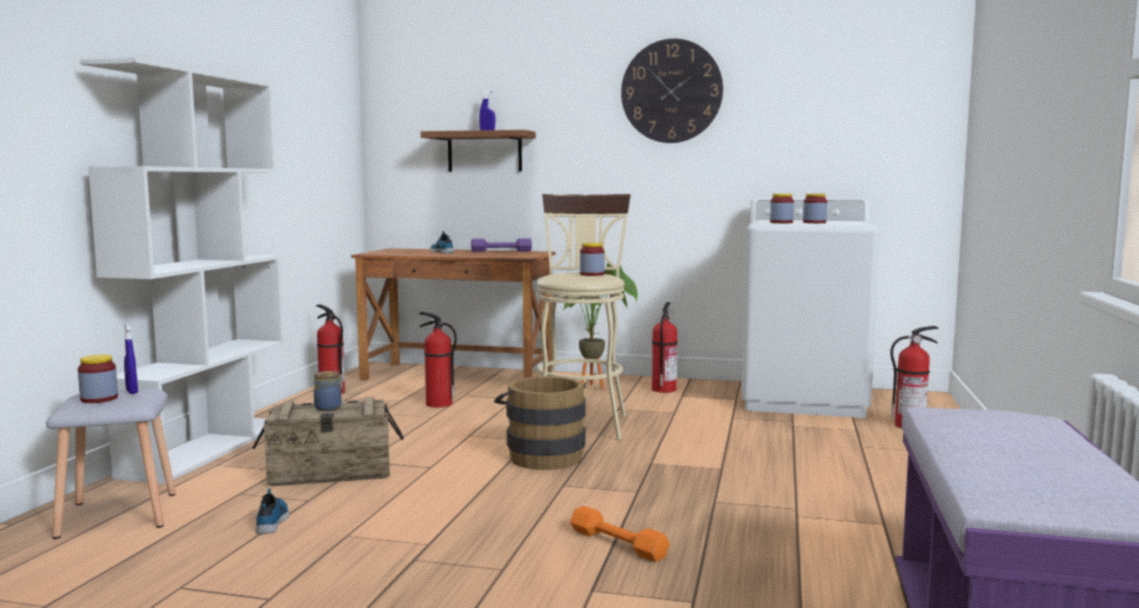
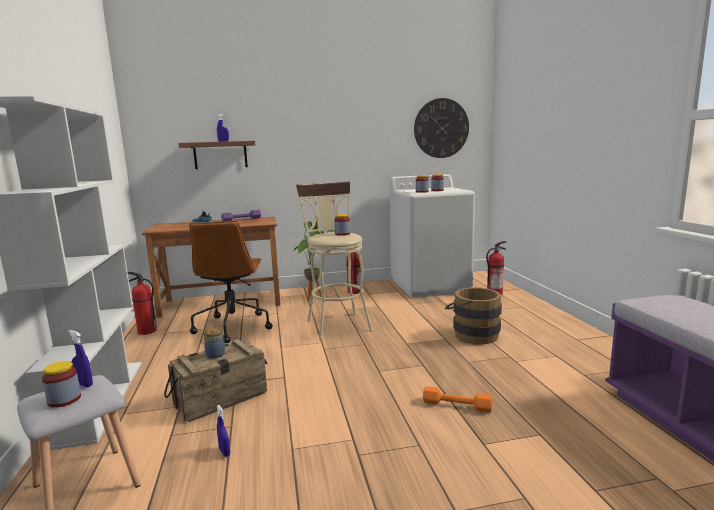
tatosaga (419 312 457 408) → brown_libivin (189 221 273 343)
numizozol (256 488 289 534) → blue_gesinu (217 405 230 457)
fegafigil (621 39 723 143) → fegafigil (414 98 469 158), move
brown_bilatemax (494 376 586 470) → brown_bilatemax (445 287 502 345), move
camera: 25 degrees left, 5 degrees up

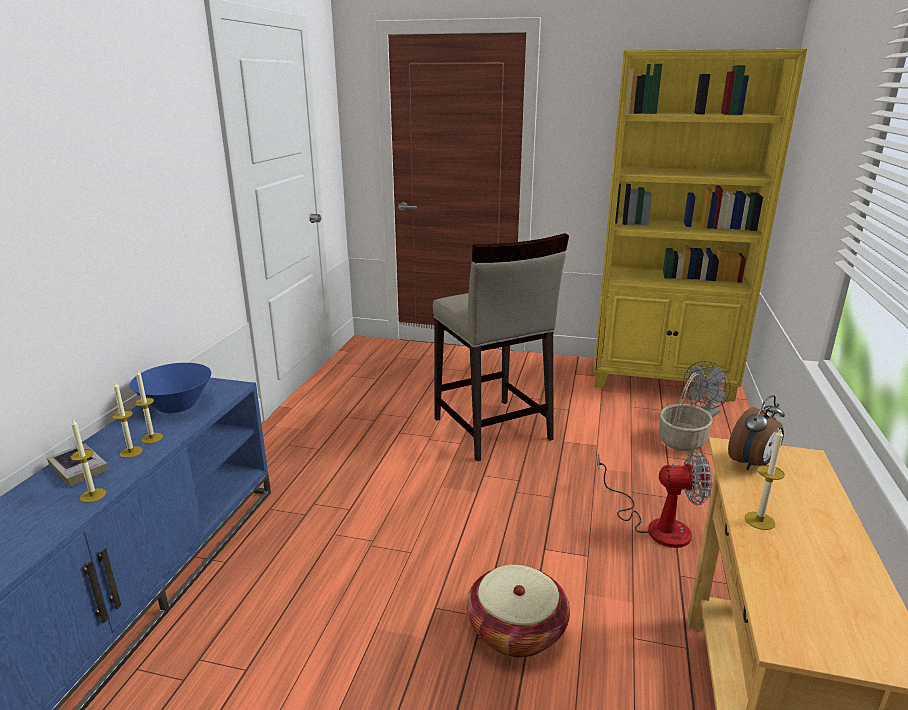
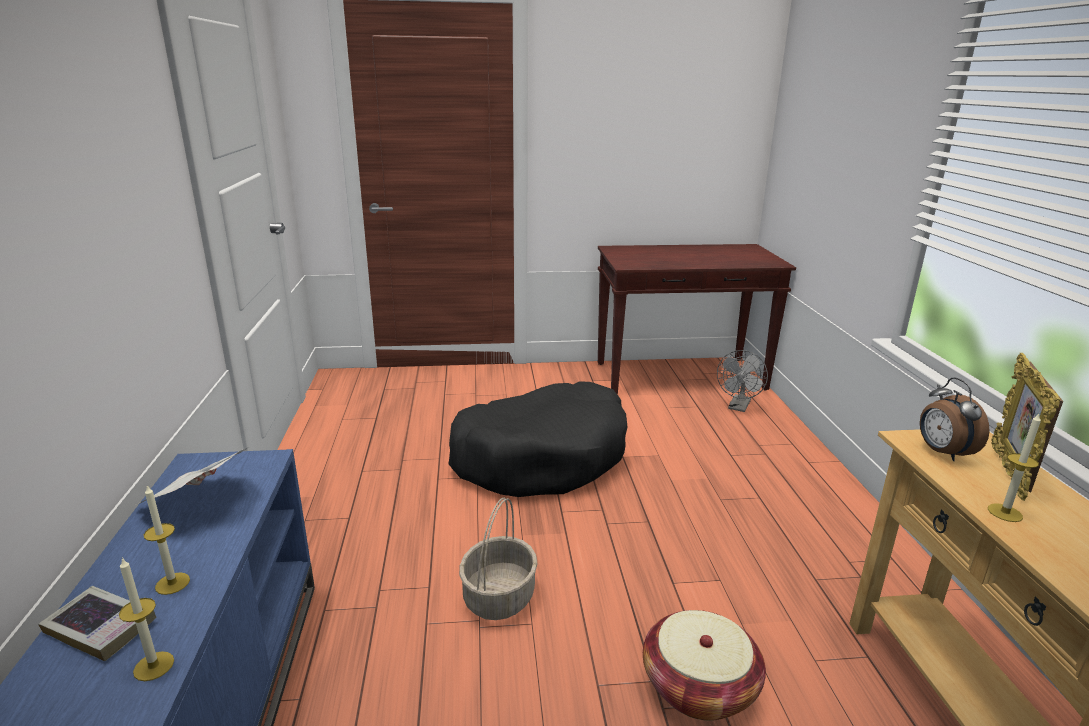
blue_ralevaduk (130 363 211 413) → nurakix (138 447 249 504)
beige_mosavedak (433 233 569 461) → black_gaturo (448 381 628 497)
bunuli (659 373 713 451) → bunuli (459 498 538 620), move
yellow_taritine (594 49 807 401) → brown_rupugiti (598 244 796 395)
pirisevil (728 395 785 470) → pirisevil (920 377 990 461), 135 degrees clockwise
- → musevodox (991 353 1063 501)
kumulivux (135 369 163 444) → -
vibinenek (597 451 712 548) → -
camera: 20 degrees left, 0 degrees up

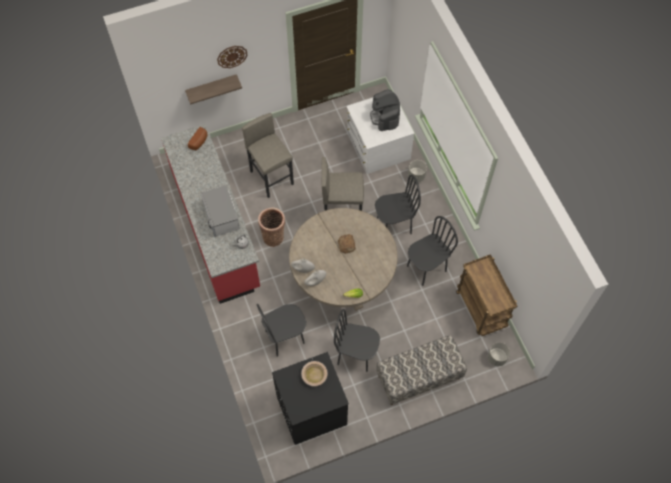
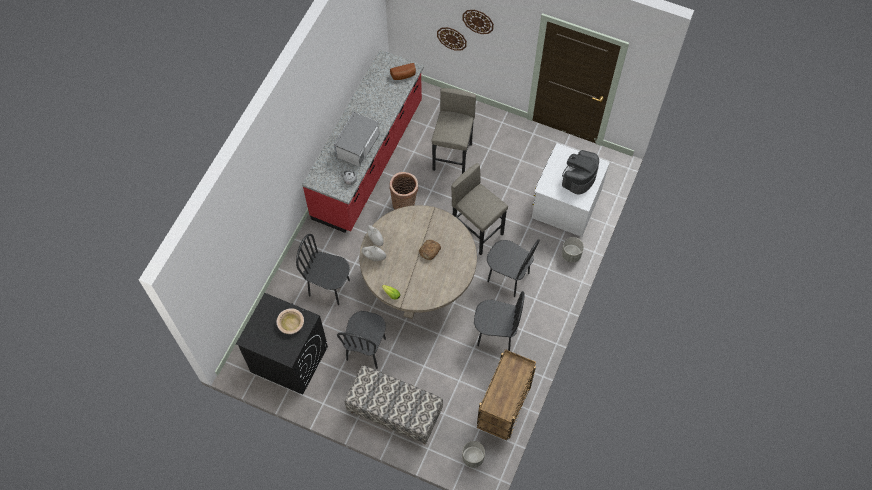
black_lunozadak (334 309 380 372) → black_lunozadak (337 311 386 369), 135 degrees counterclockwise
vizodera (185 74 242 105) → fegafigil (437 27 467 51)
camera: 45 degrees right, 0 degrees up

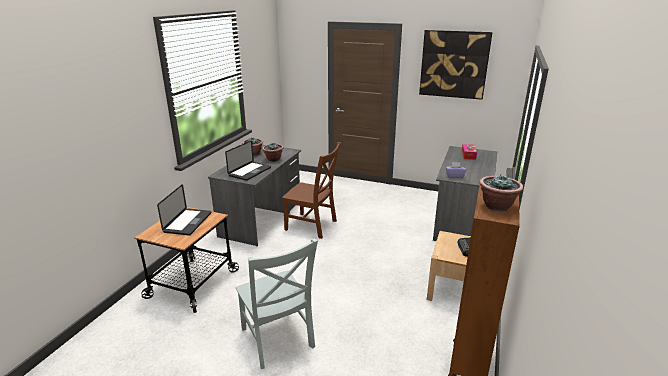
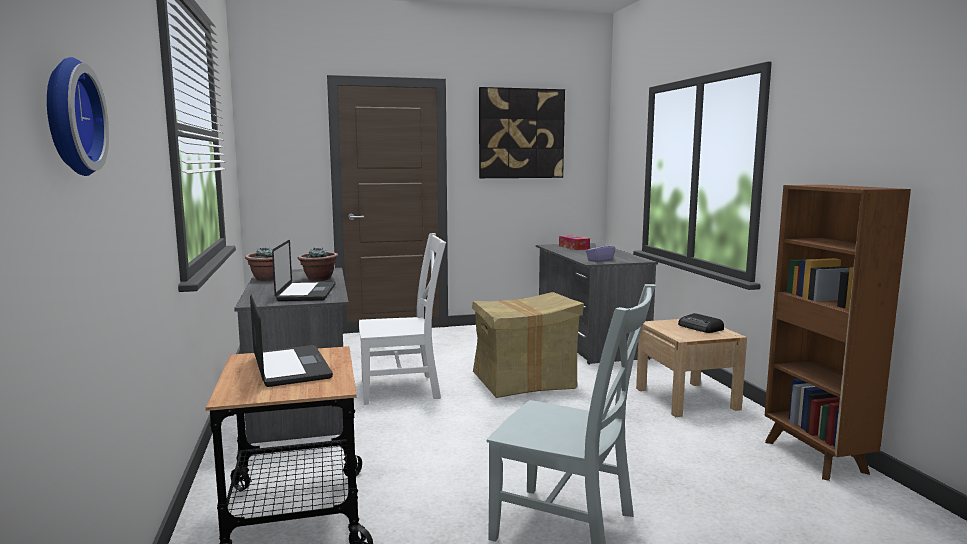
- → fegafigil (47 57 109 176)
brown_lunozadak (282 142 341 239) → white_lunozadak (359 233 446 405)
- → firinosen (472 292 584 398)
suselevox (479 175 524 211) → -
camera: 35 degrees left, 15 degrees down

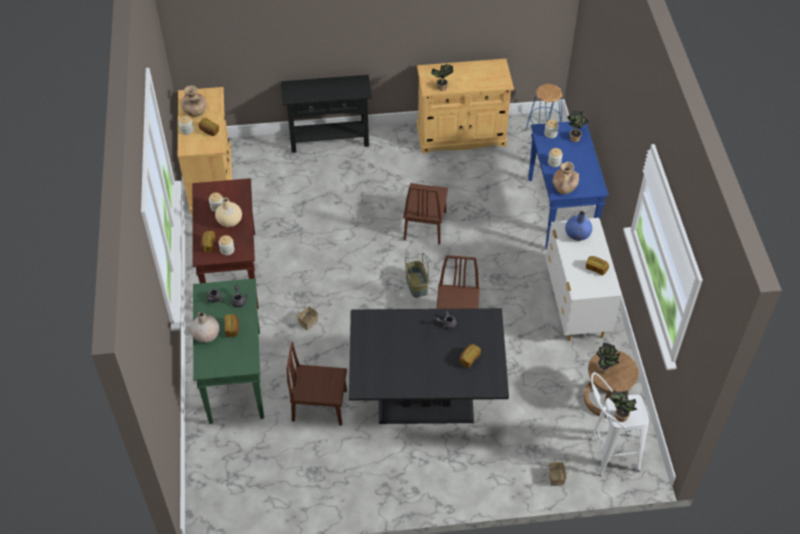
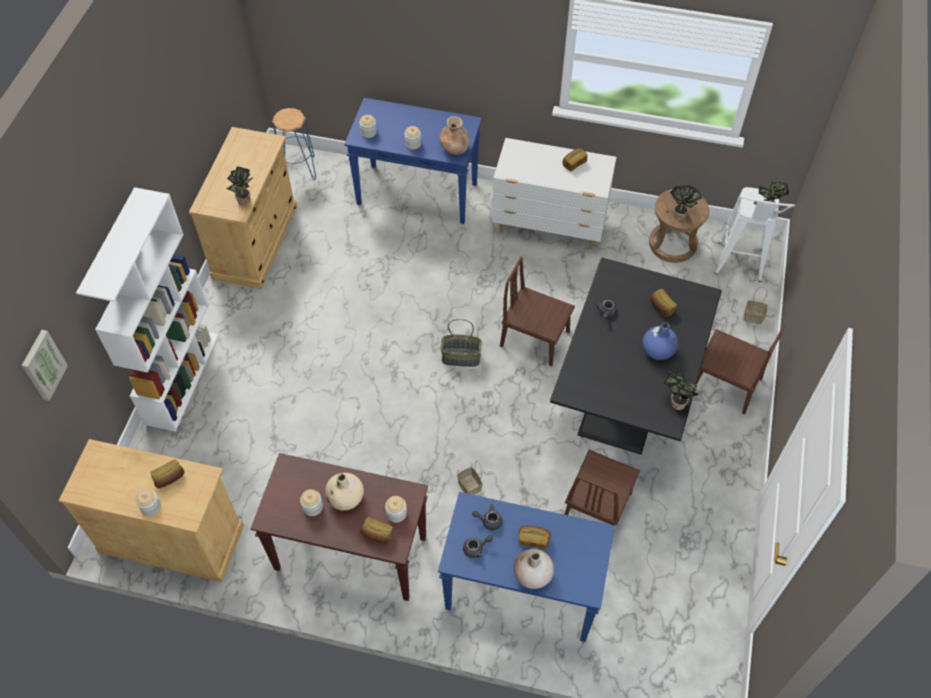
- → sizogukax (22 330 68 401)
black_rupugiti (281 75 372 153) → white_taritine (76 187 219 432)
green_rupugiti (193 278 264 424) → blue_rupugiti (438 492 615 642)
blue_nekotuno (565 211 592 241) → blue_nekotuno (642 322 678 360), move
suselevox (567 111 589 142) → suselevox (664 372 699 410), move
brown_lunozadak (403 183 448 245) → brown_lunozadak (696 325 785 415), move
brown_nekotuno (181 85 207 117) → -
camera: 70 degrees left, 5 degrees up

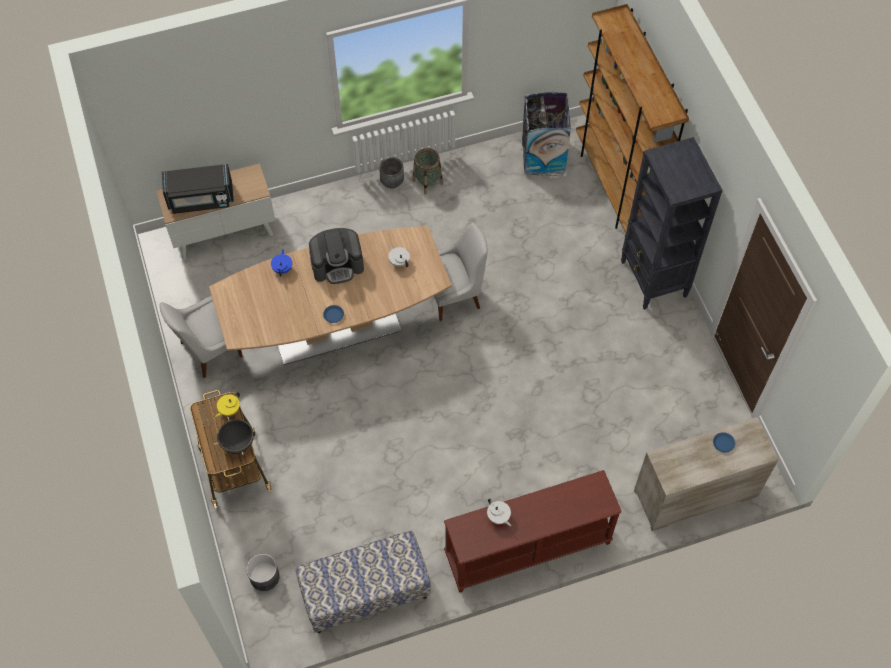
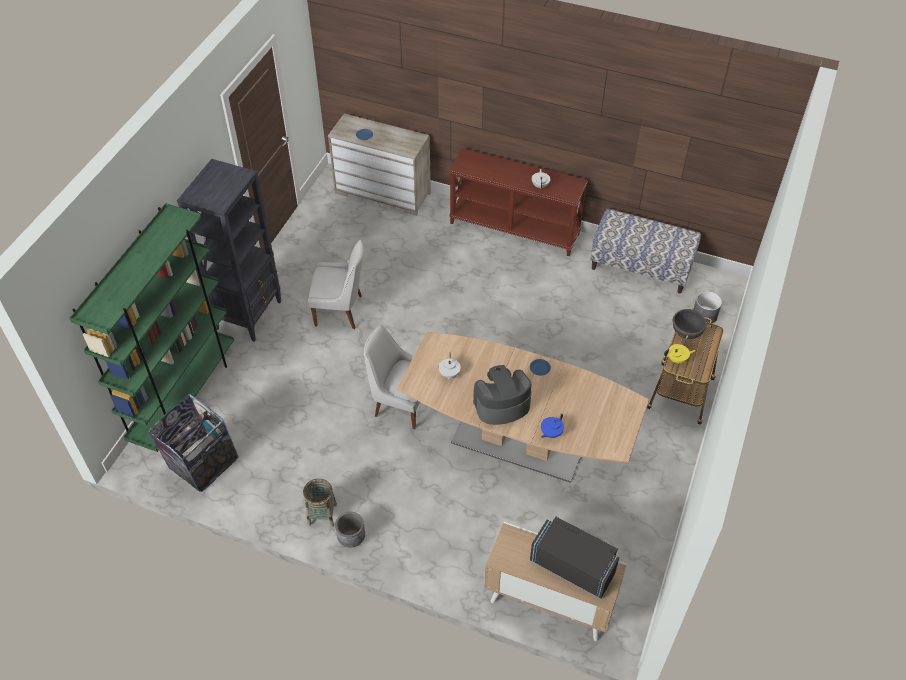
brown_taritine (576 4 689 233) → green_taritine (69 203 234 452)
white_lunozadak (159 296 243 378) → white_lunozadak (308 240 364 329), move
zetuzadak (309 228 364 284) → zetuzadak (473 365 532 425), 45 degrees counterclockwise
camera: 140 degrees left, 10 degrees down

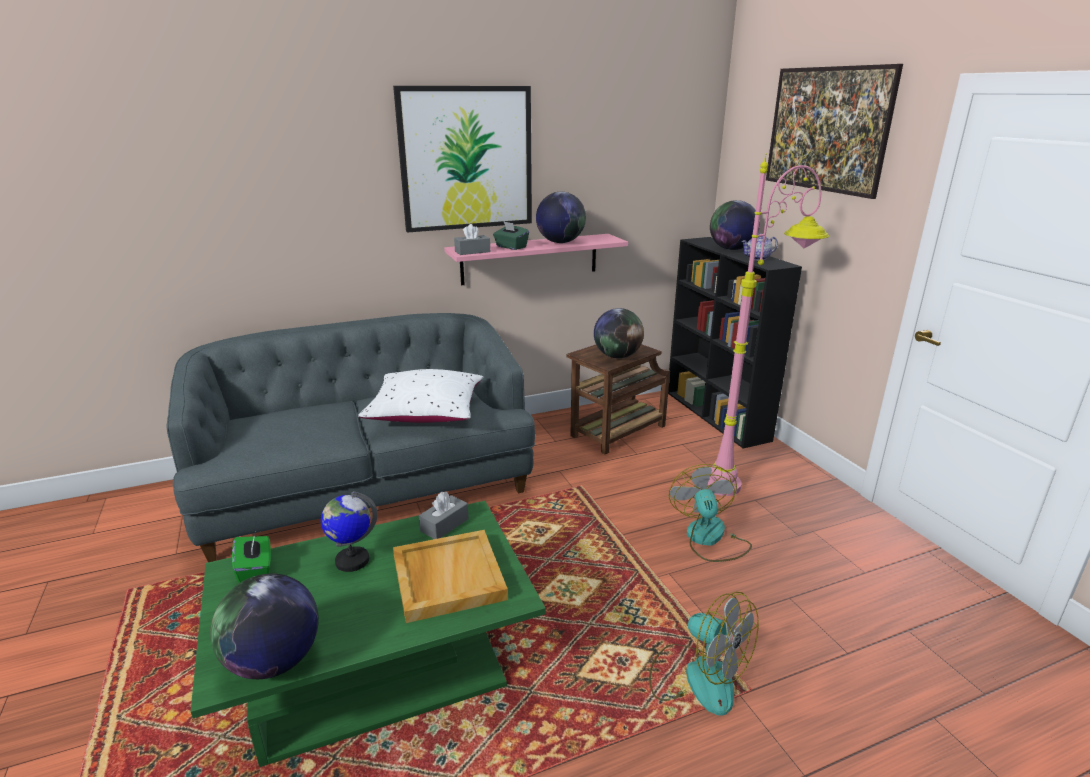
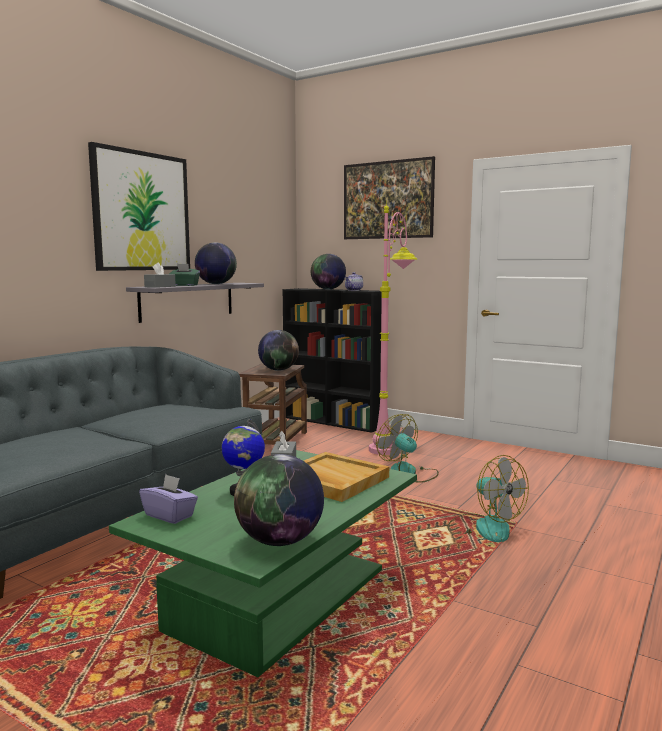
pink_vizodera (444 234 628 285) → grey_vizodera (126 283 264 323)
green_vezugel (232 534 271 583) → purple_vezugel (139 474 198 524)
vibinenek (649 592 759 716) → vibinenek (448 455 529 542), 45 degrees clockwise
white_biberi (358 369 483 423) → -
camera: 35 degrees left, 15 degrees down

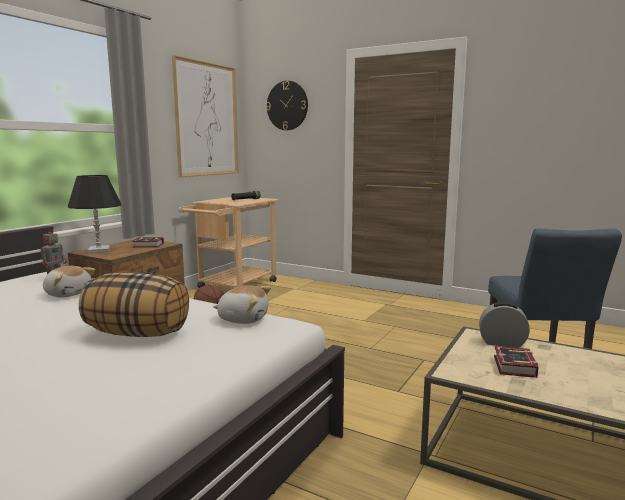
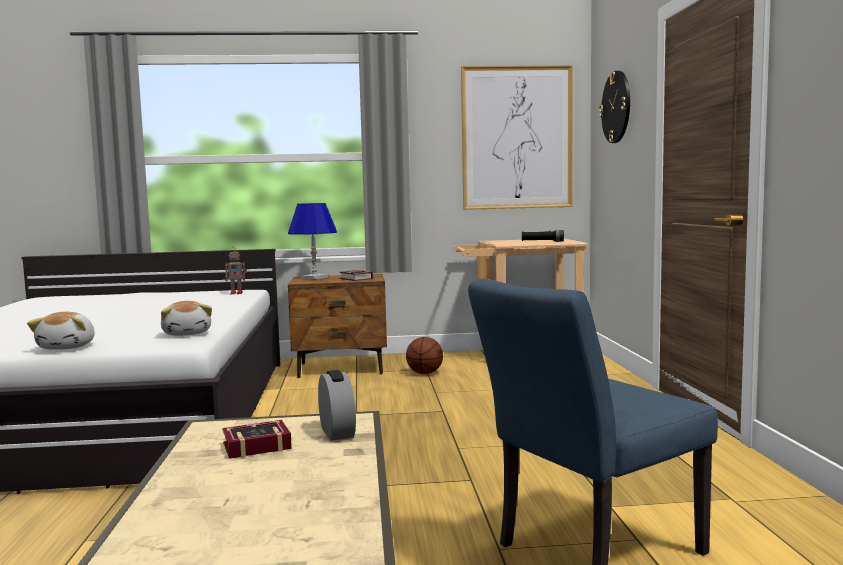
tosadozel (43 266 95 297) → tosadozel (27 312 95 350), move
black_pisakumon (68 175 121 253) → blue_pisakumon (288 203 337 280)
biberi (79 272 189 337) → -
camera: 55 degrees right, 5 degrees down

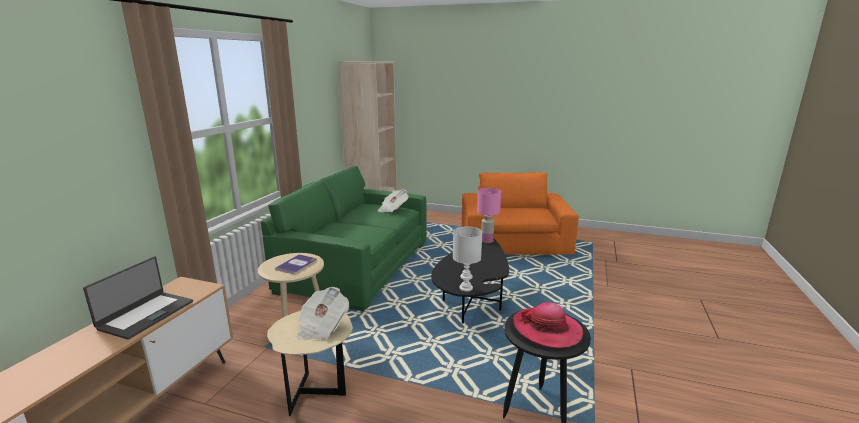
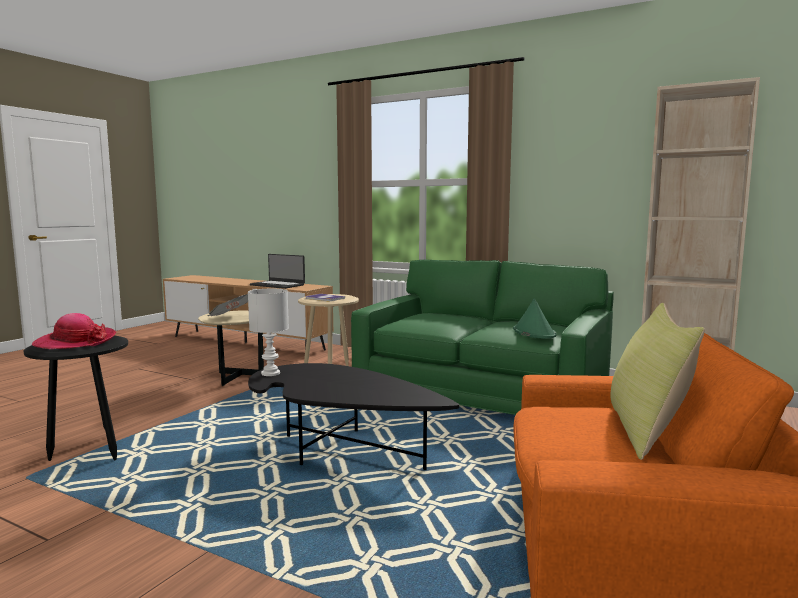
nurakix (378 189 409 213) → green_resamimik (513 299 557 339)
- → yellow_biberi (610 303 705 460)
pink_pisakumon (477 188 501 243) → -
camera: 100 degrees right, 10 degrees down

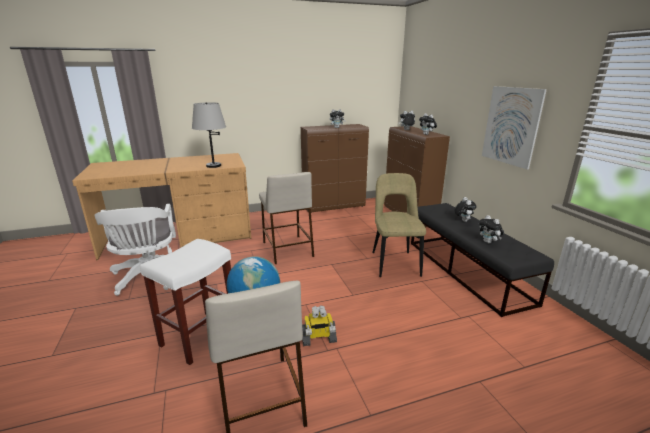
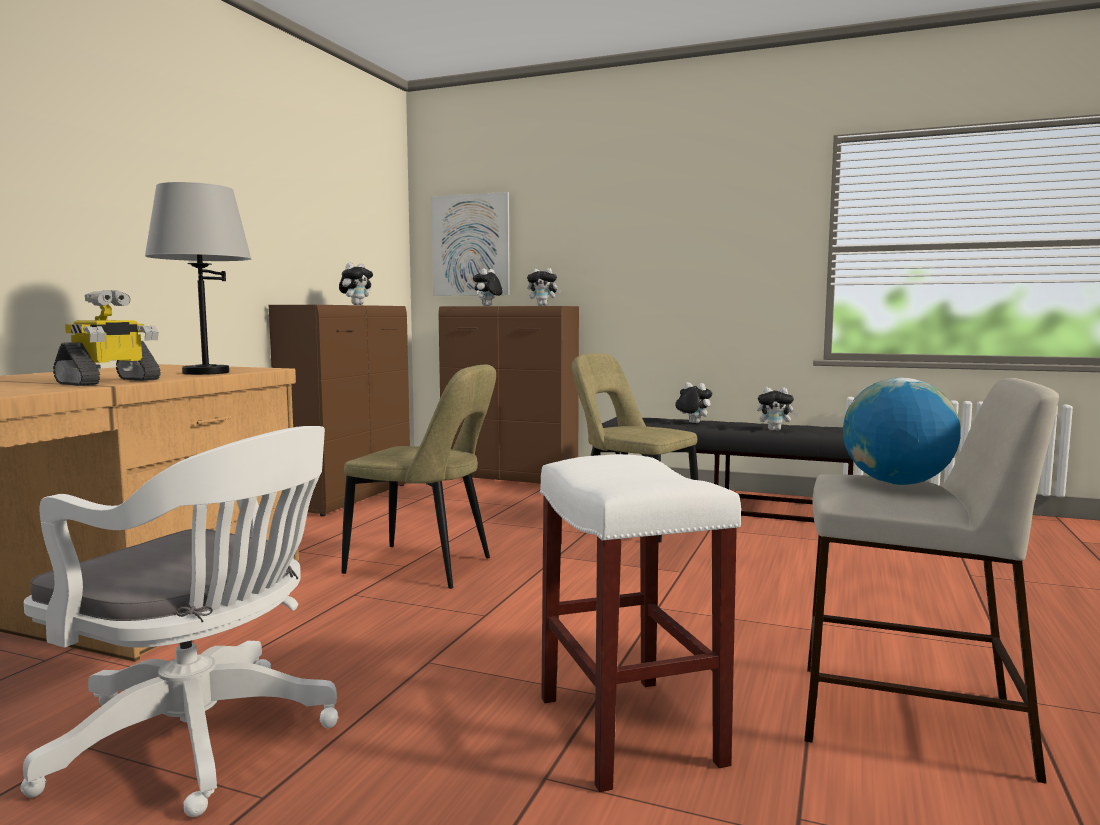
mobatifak (302 305 337 346) → mobatifak (53 290 161 386), move
beige_mosavedak (259 172 314 264) → beige_lunozadak (342 364 496 589)
sizogukax (482 86 547 170) → sizogukax (431 192 510 296), move
camera: 50 degrees left, 15 degrees down

